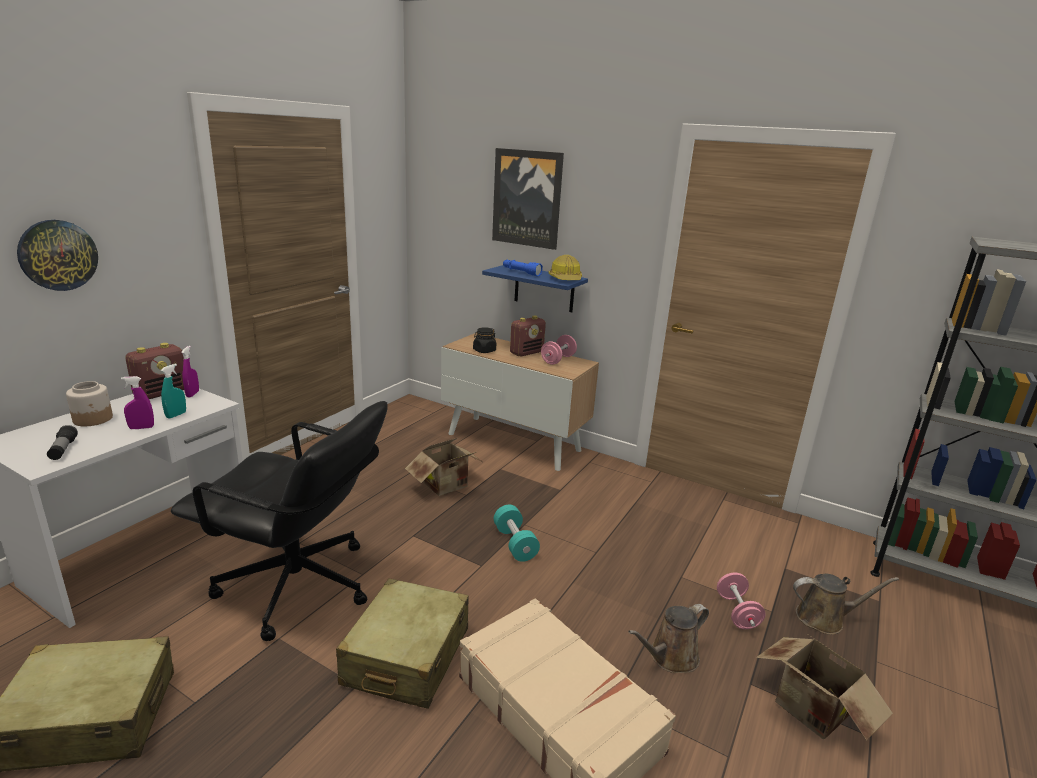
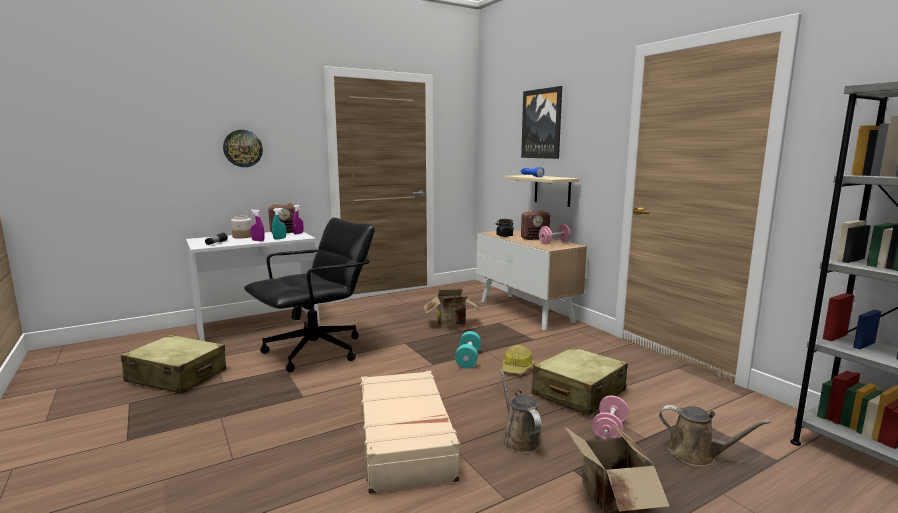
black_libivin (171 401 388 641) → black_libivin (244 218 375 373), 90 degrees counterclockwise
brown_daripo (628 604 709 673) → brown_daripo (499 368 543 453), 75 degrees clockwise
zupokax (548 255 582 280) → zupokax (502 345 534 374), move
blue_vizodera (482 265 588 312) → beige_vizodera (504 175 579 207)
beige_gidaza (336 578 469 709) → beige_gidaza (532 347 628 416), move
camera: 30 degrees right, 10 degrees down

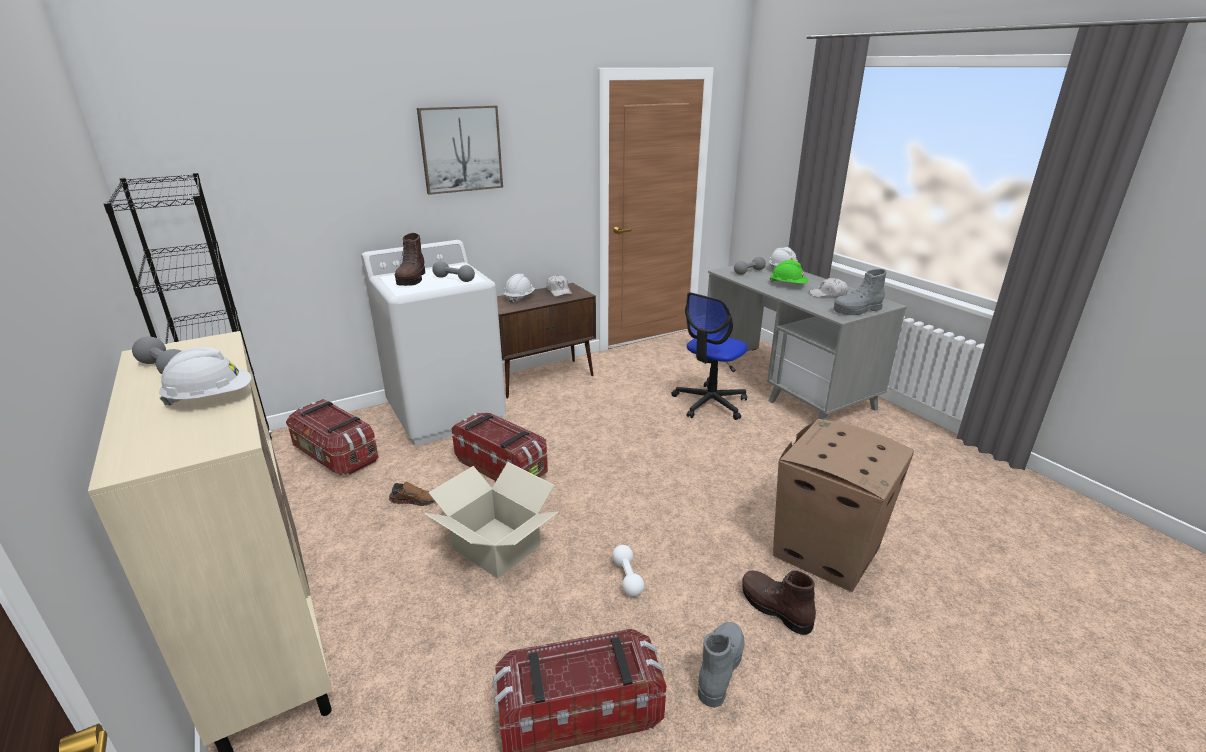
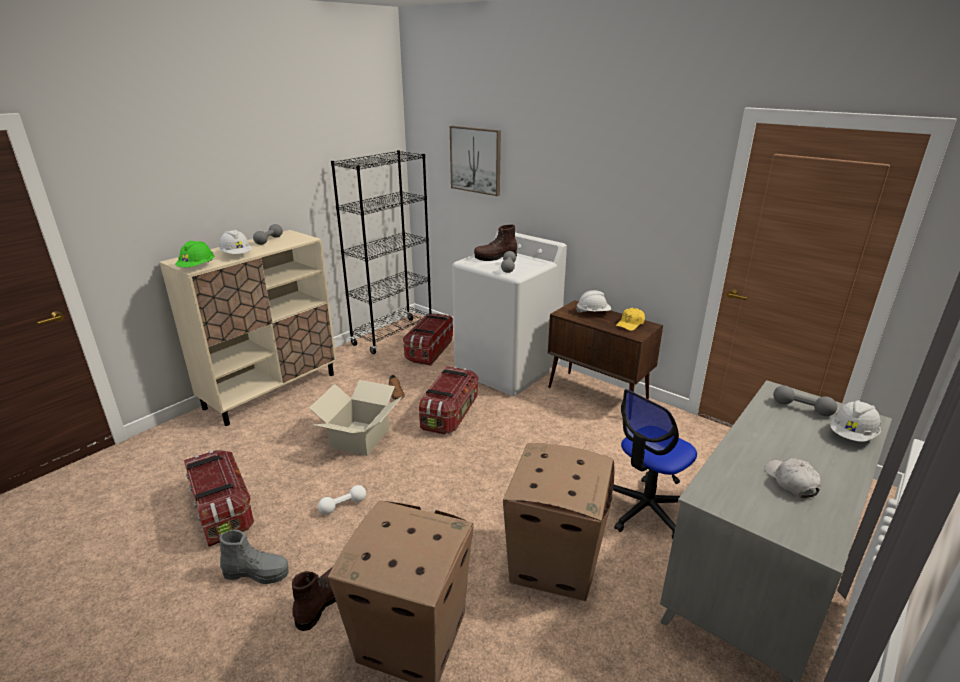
green_zupokax (770 260 808 284) → green_zupokax (175 241 214 267), move
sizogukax (417 105 503 195) → sizogukax (450 126 501 196), move
- → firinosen (503 443 615 602)
libivin (671 292 748 420) → libivin (613 389 697 539), 60 degrees counterclockwise
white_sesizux (547 275 572 297) → yellow_sesizux (616 308 645 331)
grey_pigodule (834 269 886 315) → -
camera: 70 degrees right, 0 degrees up

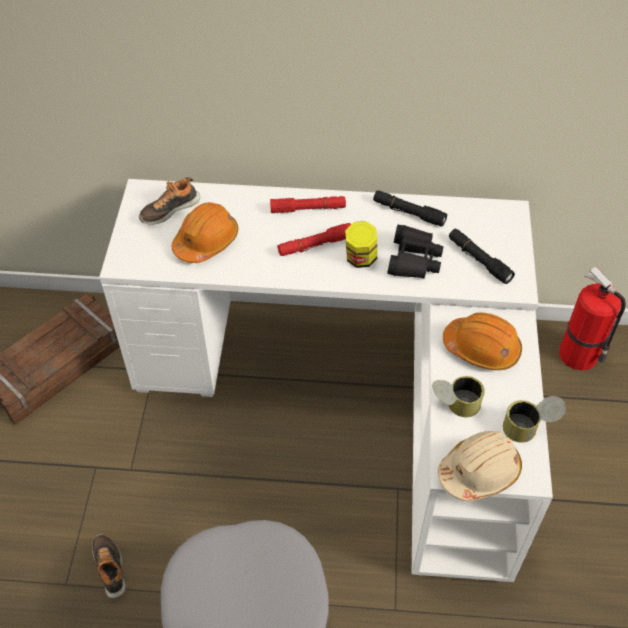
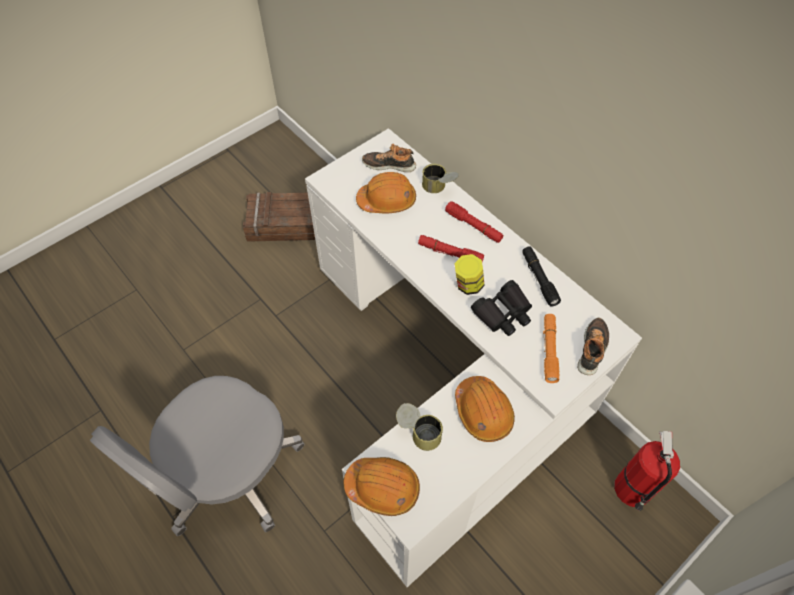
beige_zupokax (438 431 522 501) → orange_zupokax (344 457 420 516)
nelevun (503 396 566 443) → nelevun (422 164 459 193), move
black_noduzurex (449 229 515 284) → orange_noduzurex (543 314 560 383)
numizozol (92 534 126 599) → numizozol (577 318 609 375), move
camera: 45 degrees right, 5 degrees up

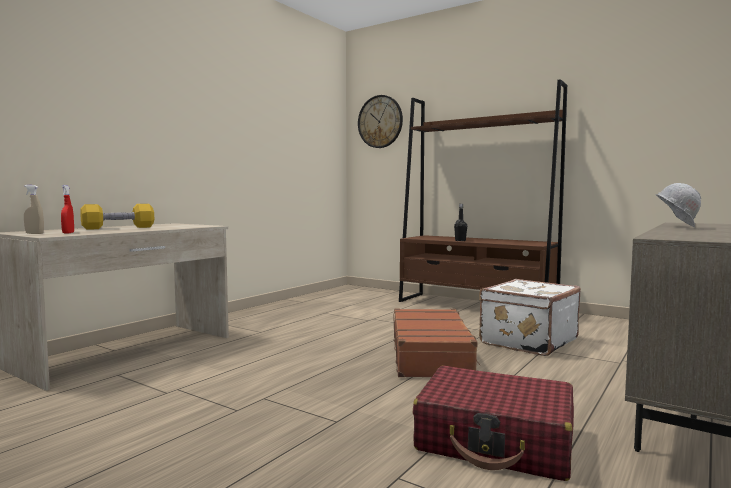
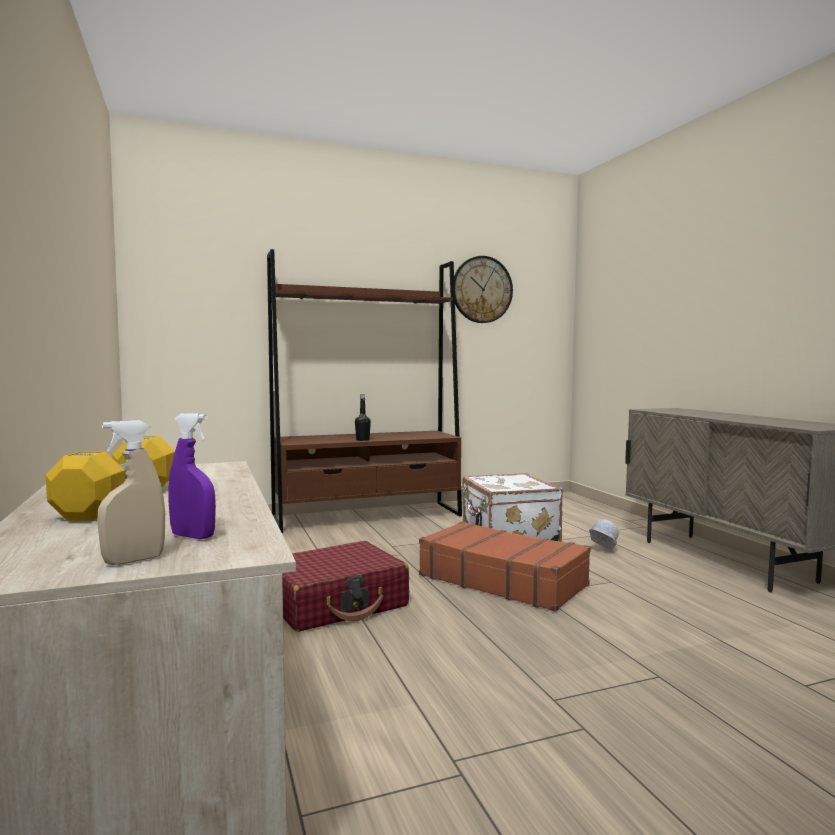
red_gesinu (61 185 74 234) → purple_gesinu (169 413 216 539)
red_gidaza (413 365 574 481) → red_gidaza (282 541 409 632), move
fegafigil (358 95 403 148) → fegafigil (454 256 513 323), move
white_zupokax (656 183 701 227) → white_zupokax (589 519 619 549), move
camera: 55 degrees left, 0 degrees up

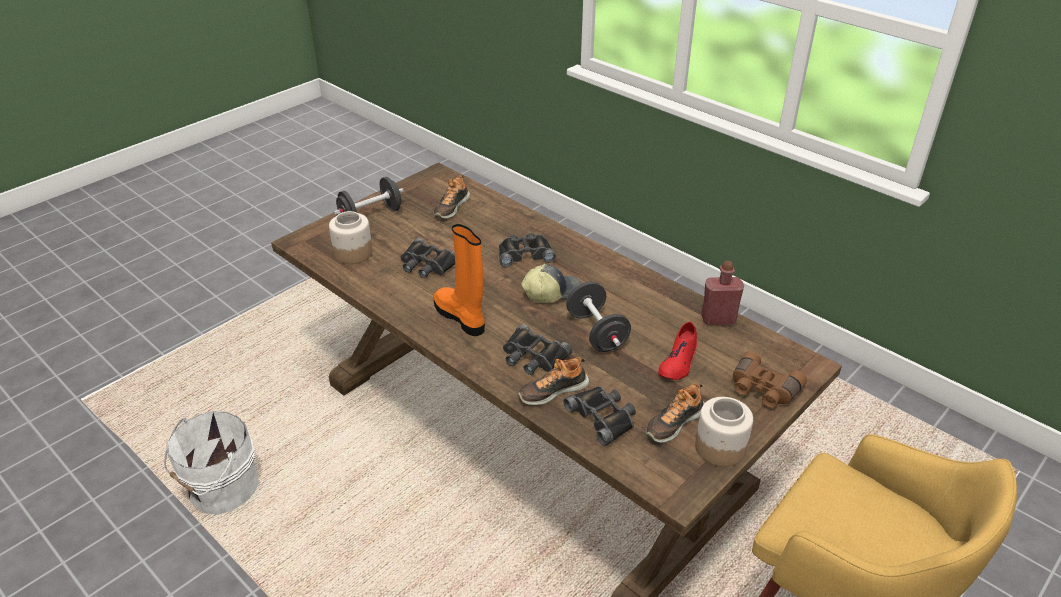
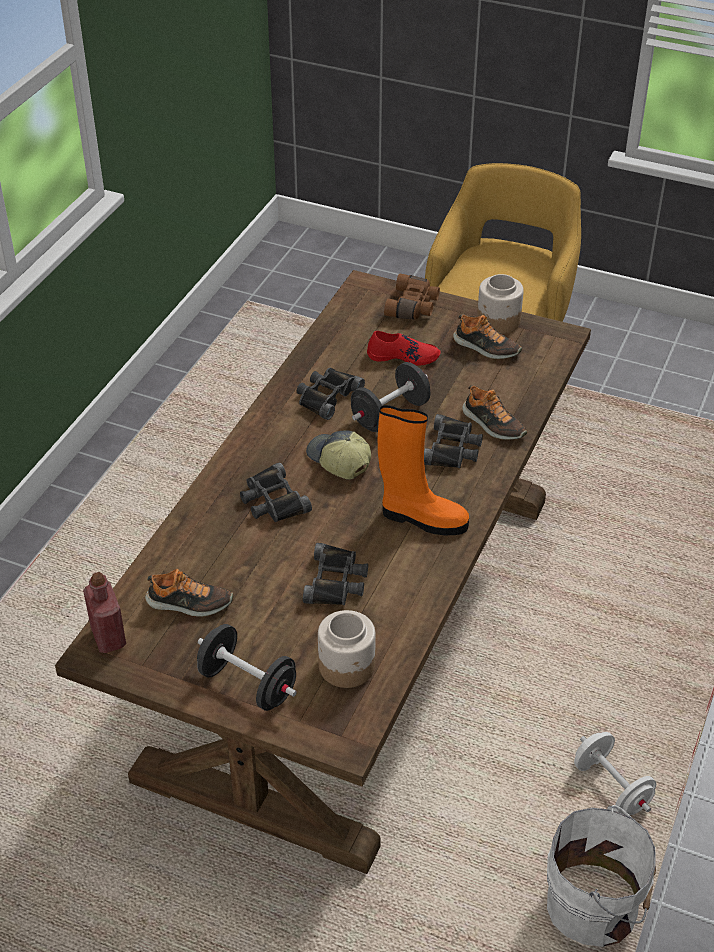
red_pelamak (701 261 744 325) → red_pelamak (83 572 126 653), move
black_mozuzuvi (563 386 636 446) → black_mozuzuvi (297 368 365 420), move
orange_pigodule (434 224 485 336) → orange_pigodule (378 405 469 535), 105 degrees counterclockwise
- → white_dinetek (574 732 656 815)
camera: 110 degrees left, 5 degrees up

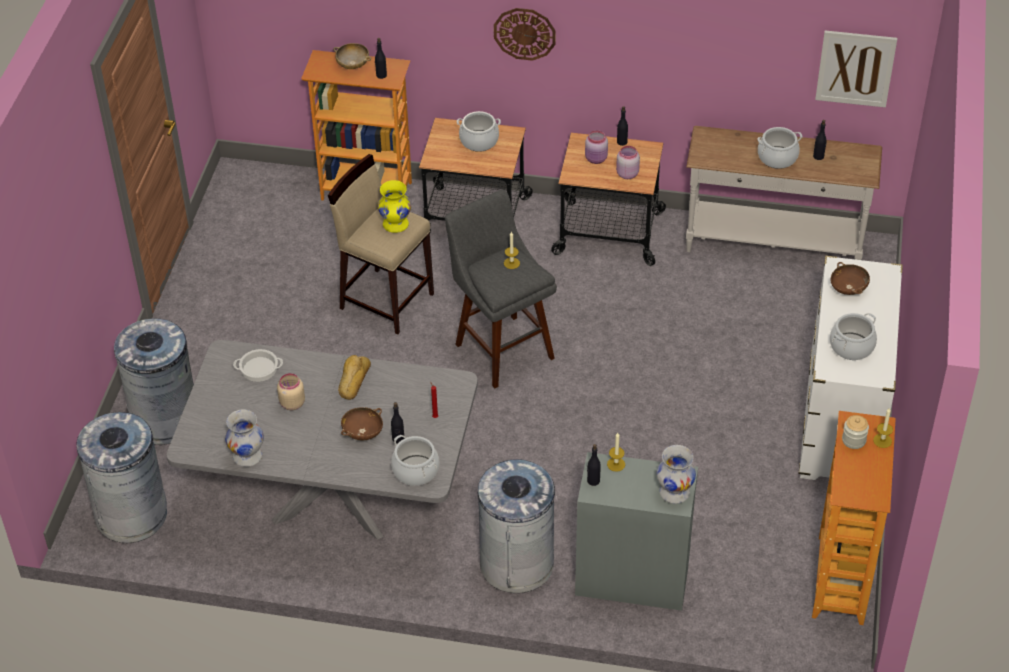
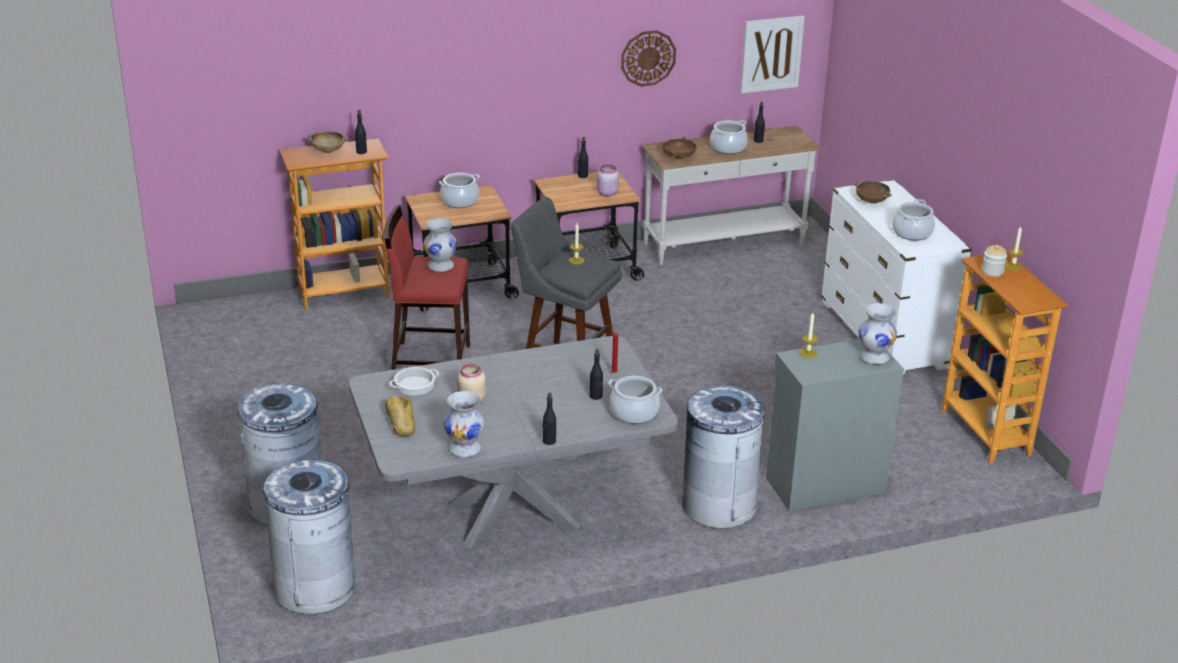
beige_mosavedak (328 154 434 335) → red_mosavedak (384 205 470 370)
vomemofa (338 355 371 400) → vomemofa (385 396 415 436), move
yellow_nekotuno (378 180 411 233) → white_nekotuno (423 218 457 272)
black_pelamak (587 444 601 486) → black_pelamak (542 392 556 445), move
fegafigil (494 8 556 61) → fegafigil (621 30 676 87), move
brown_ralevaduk (341 407 383 440) → brown_ralevaduk (662 137 697 159), move
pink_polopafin (585 130 608 164) → -
camera: 30 degrees left, 15 degrees down

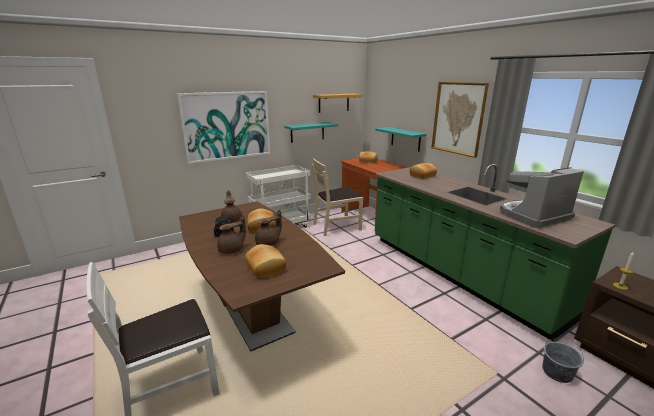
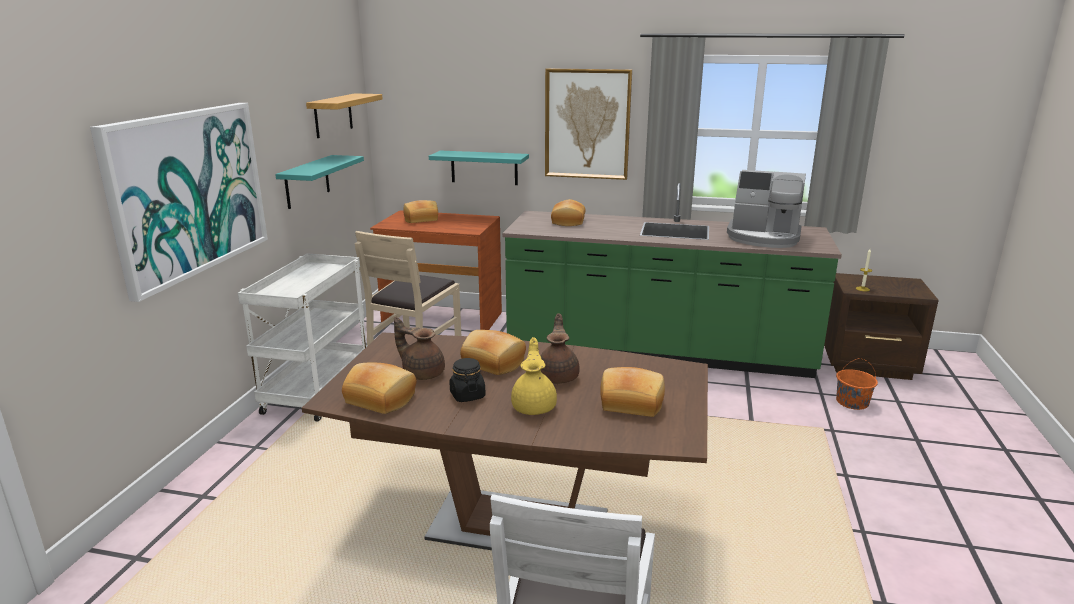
- → vomemofa (342 363 416 414)
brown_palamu (217 215 246 254) → yellow_palamu (511 337 557 415)
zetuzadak (500 167 584 228) → zetuzadak (727 170 806 248), 90 degrees counterclockwise
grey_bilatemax (542 337 584 383) → orange_bilatemax (836 358 878 410)
camera: 45 degrees left, 0 degrees up

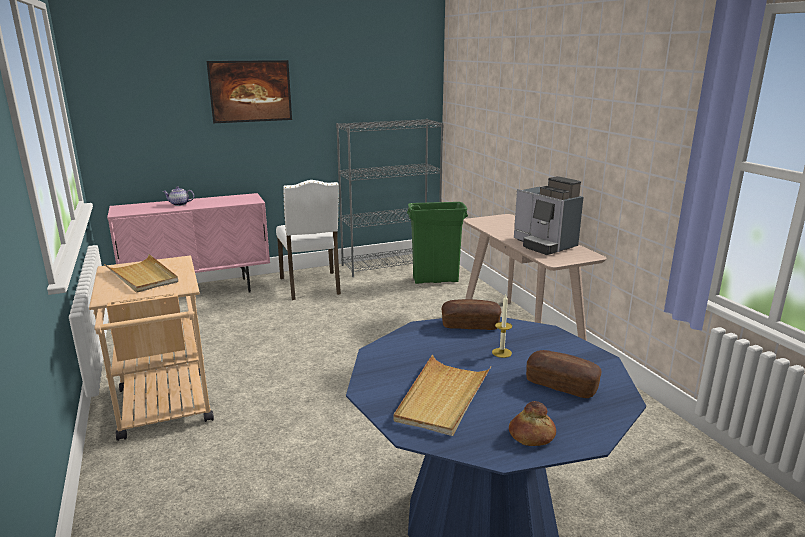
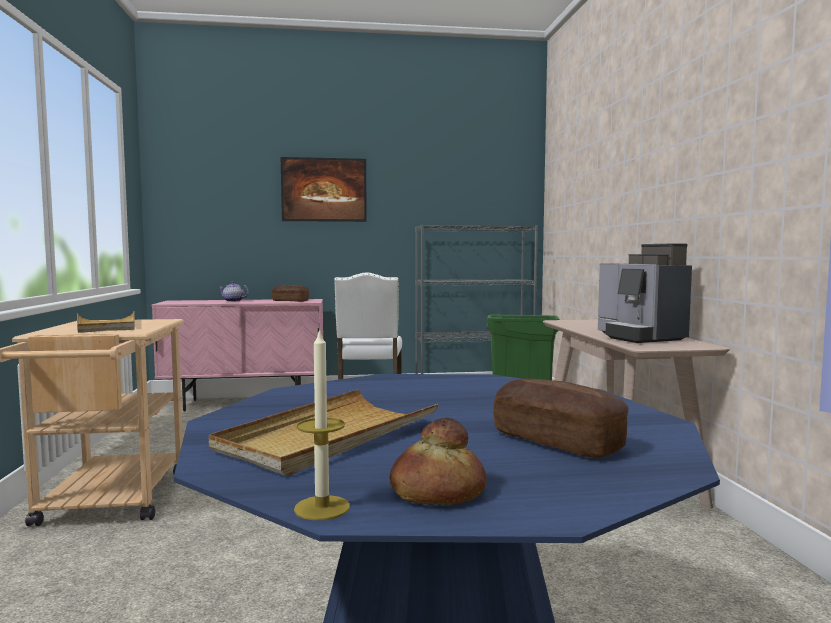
vomemofa (442 299 501 330) → vomemofa (272 285 309 302), move
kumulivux (492 295 512 358) → kumulivux (294 328 350 520), move
camera: 15 degrees right, 15 degrees down

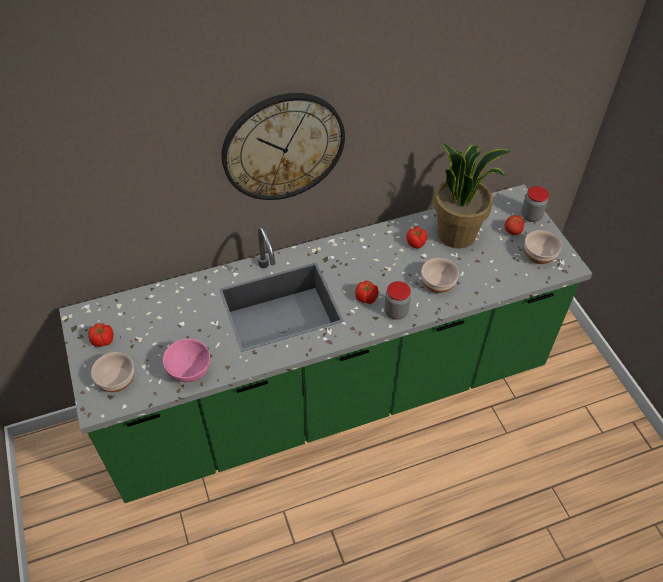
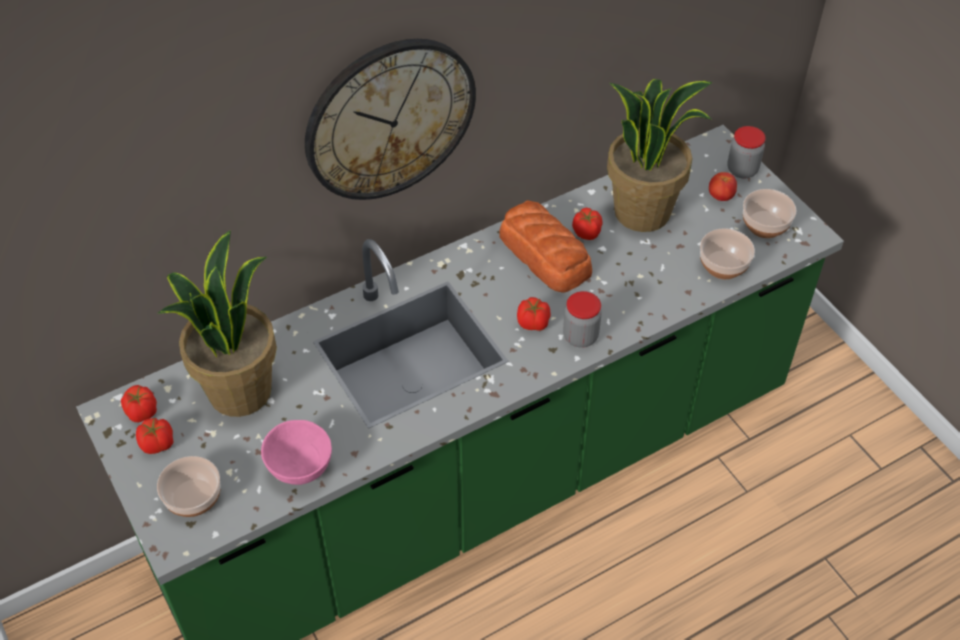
- → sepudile (121 385 157 422)
- → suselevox (158 231 277 417)
- → vomemofa (499 200 592 293)
ralevaduk (421 258 459 293) → ralevaduk (700 228 755 279), move
camera: 10 degrees left, 0 degrees up

